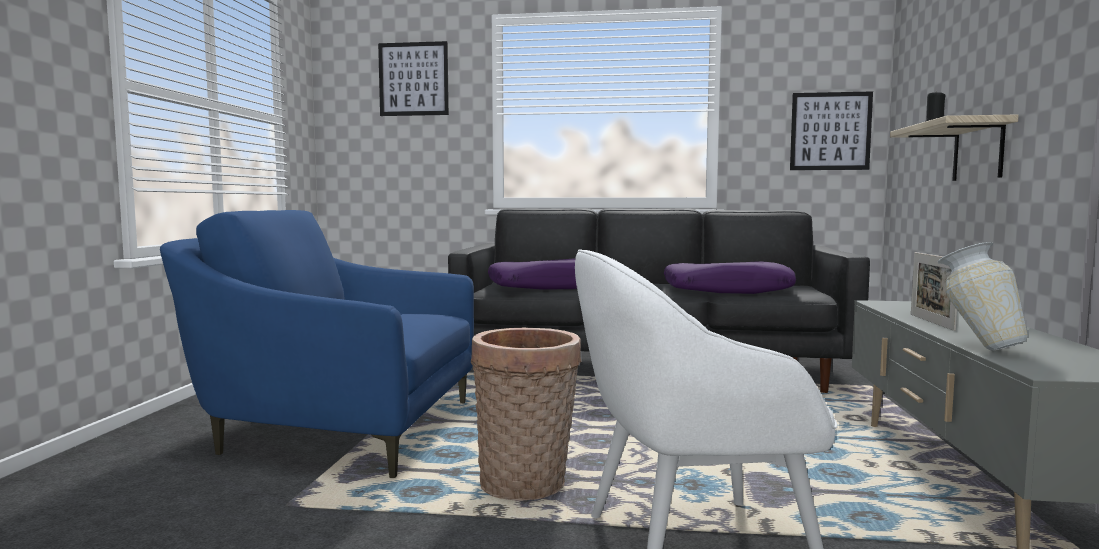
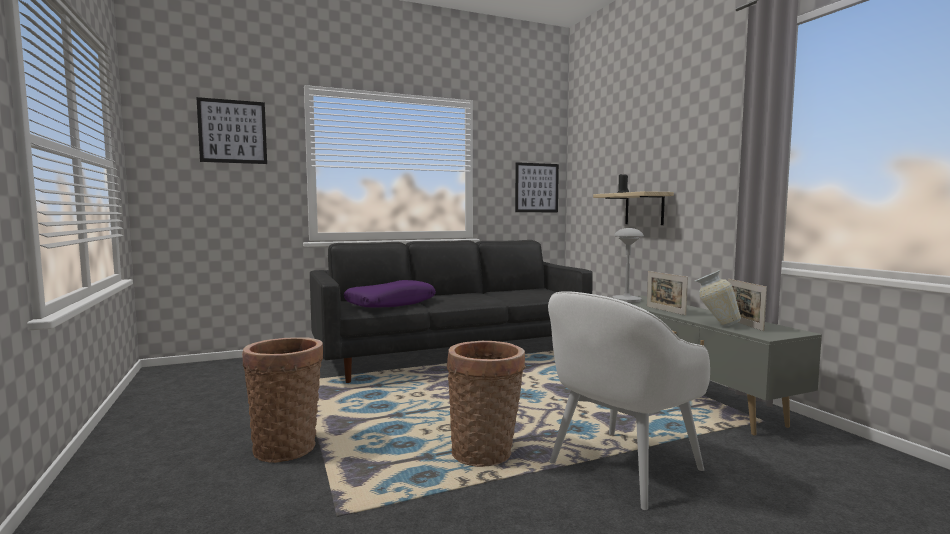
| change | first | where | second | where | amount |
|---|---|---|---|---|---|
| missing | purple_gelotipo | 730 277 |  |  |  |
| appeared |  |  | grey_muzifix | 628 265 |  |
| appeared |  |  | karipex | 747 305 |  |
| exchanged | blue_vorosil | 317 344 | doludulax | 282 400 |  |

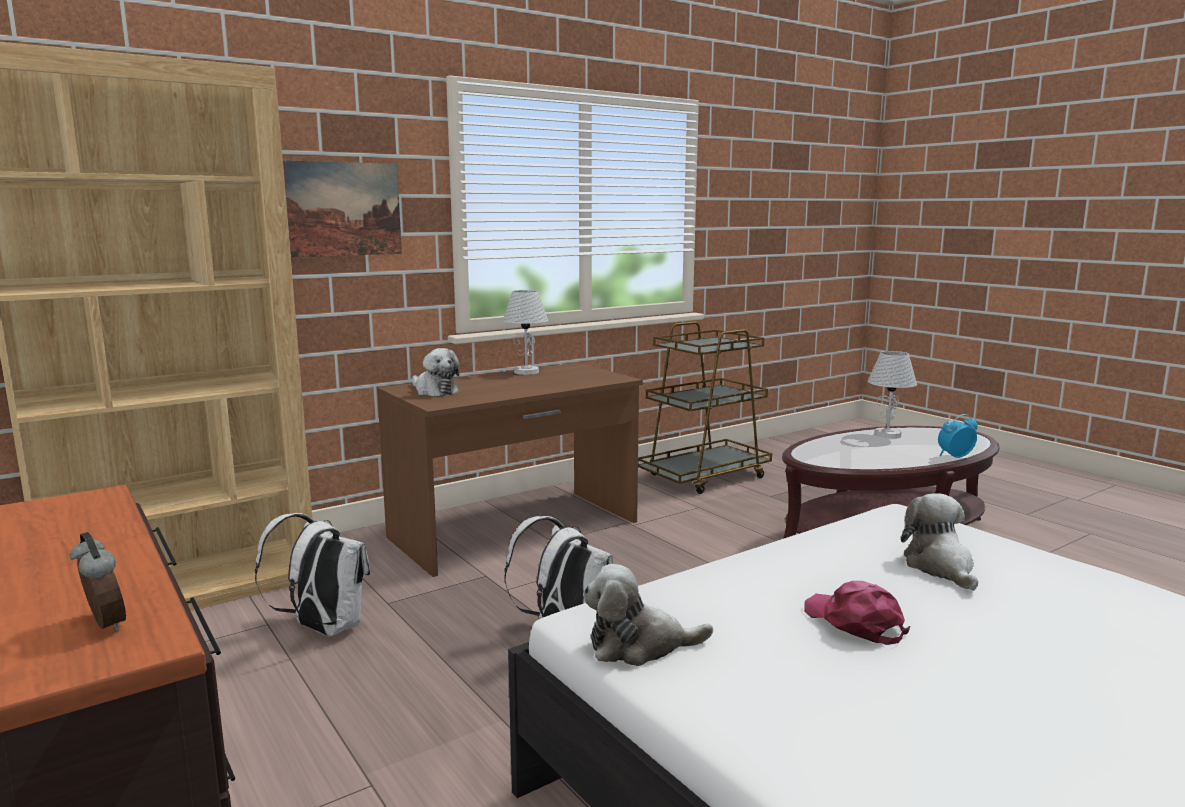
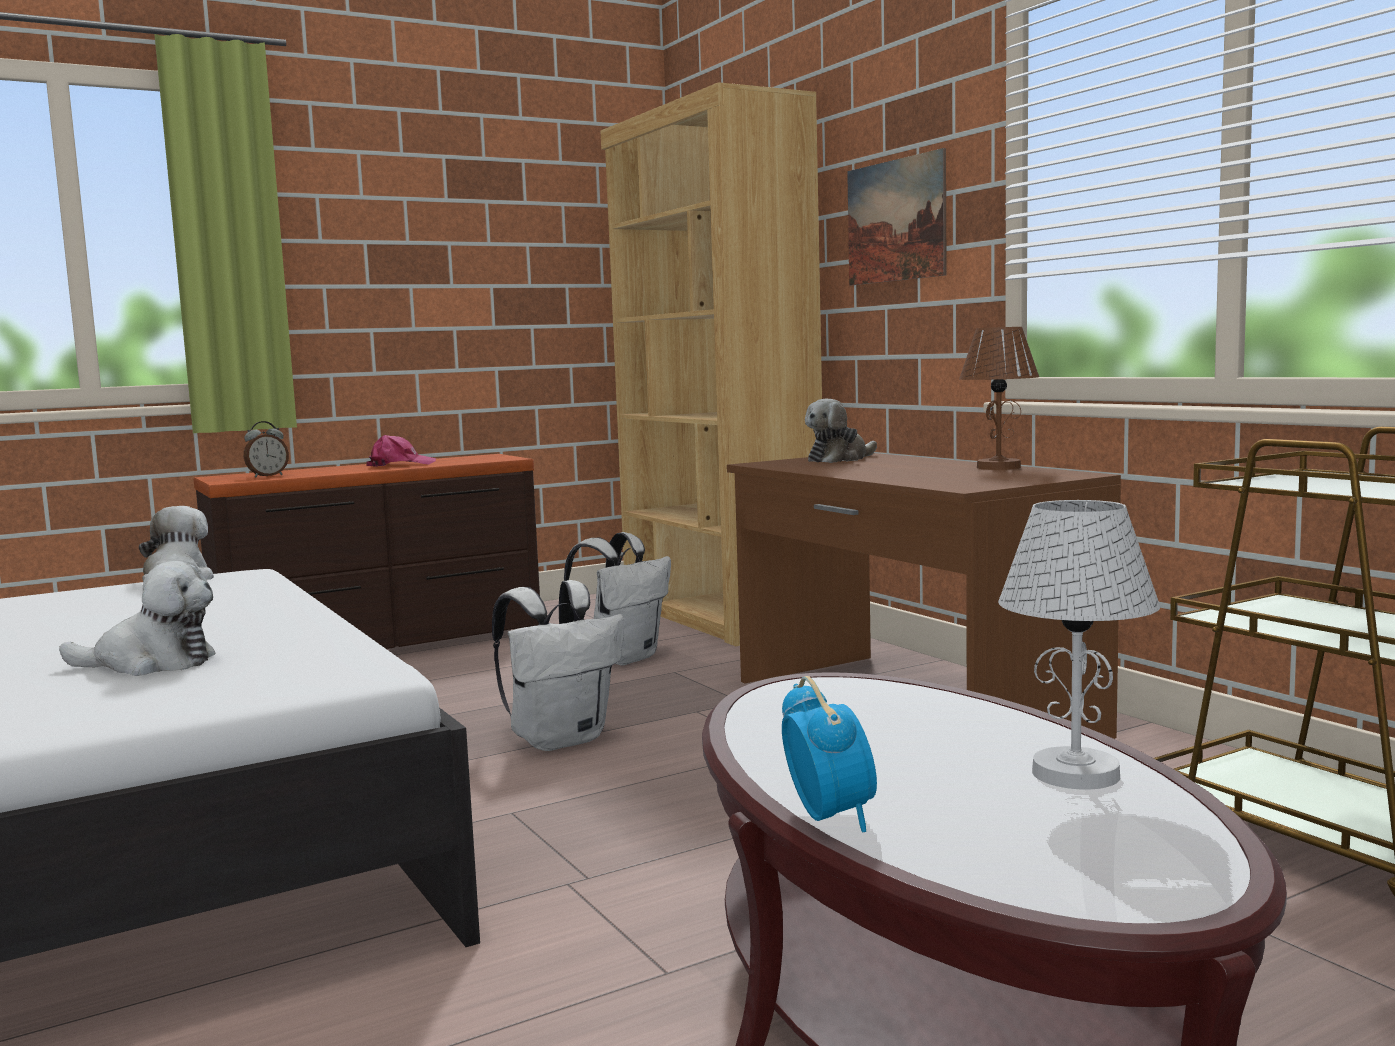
| change | first | where | second | where | amount |
|---|---|---|---|---|---|
| relocated | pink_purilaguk | 857 613 |  | 401 450 |  |
| colour | white_muzifix | 525 332 | brown_muzifix | 999 398 |  |

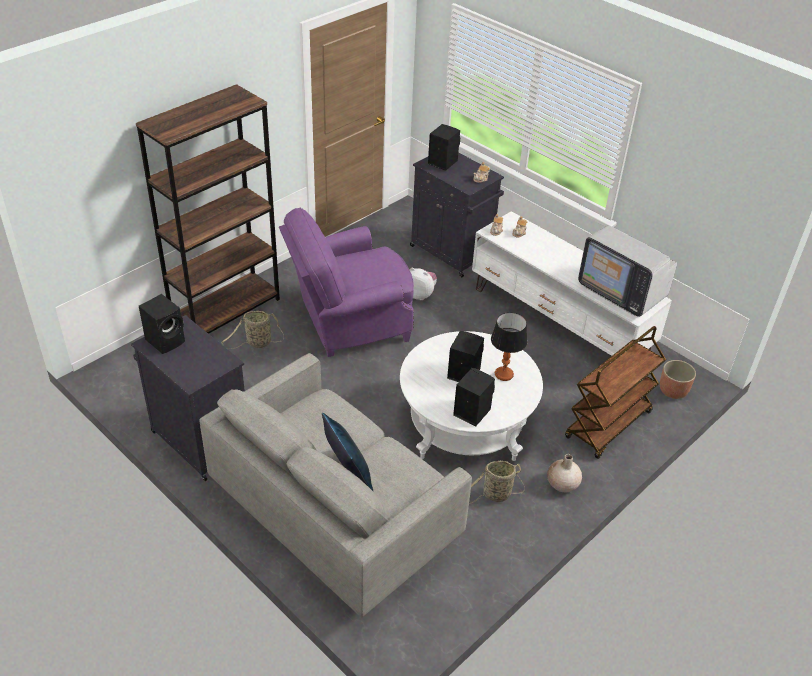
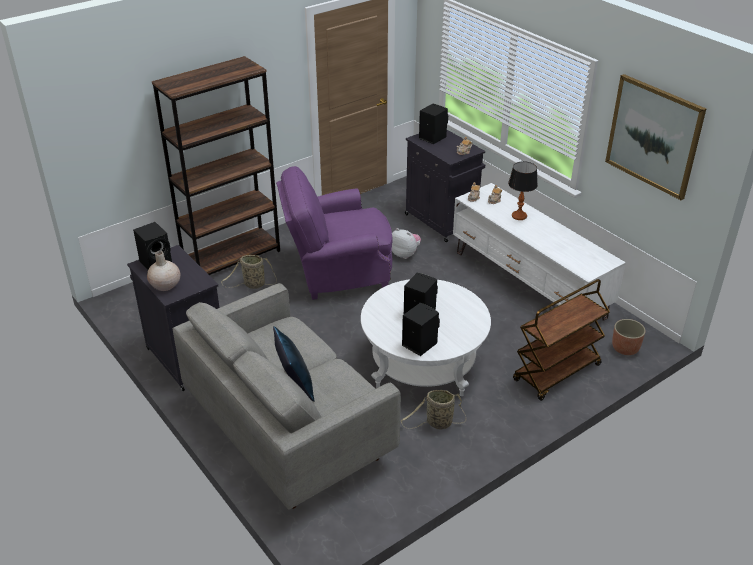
| change | first | where | second | where | amount |
|---|---|---|---|---|---|
| missing | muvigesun | 627 271 |  |  |  |
| appeared |  |  | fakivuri | 655 137 |  |
| relocated | muzifix | 509 346 |  | 523 190 |  |
| relocated | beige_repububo | 564 473 |  | 163 271 |  |

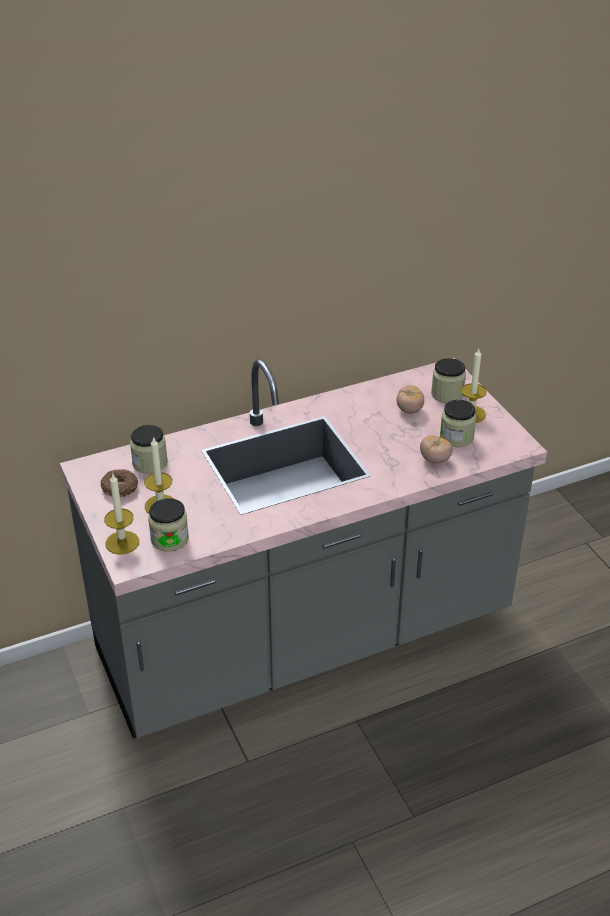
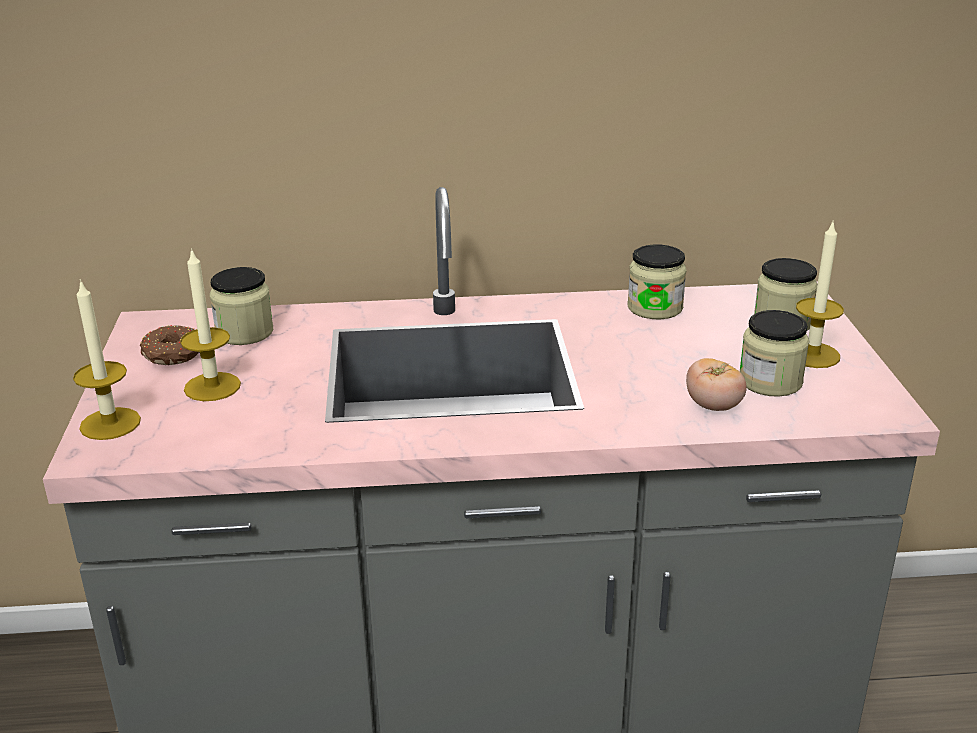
| change | first | where | second | where | amount |
|---|---|---|---|---|---|
| missing | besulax | 410 399 |  |  |  |
| relocated | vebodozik | 168 525 |  | 656 282 |  |

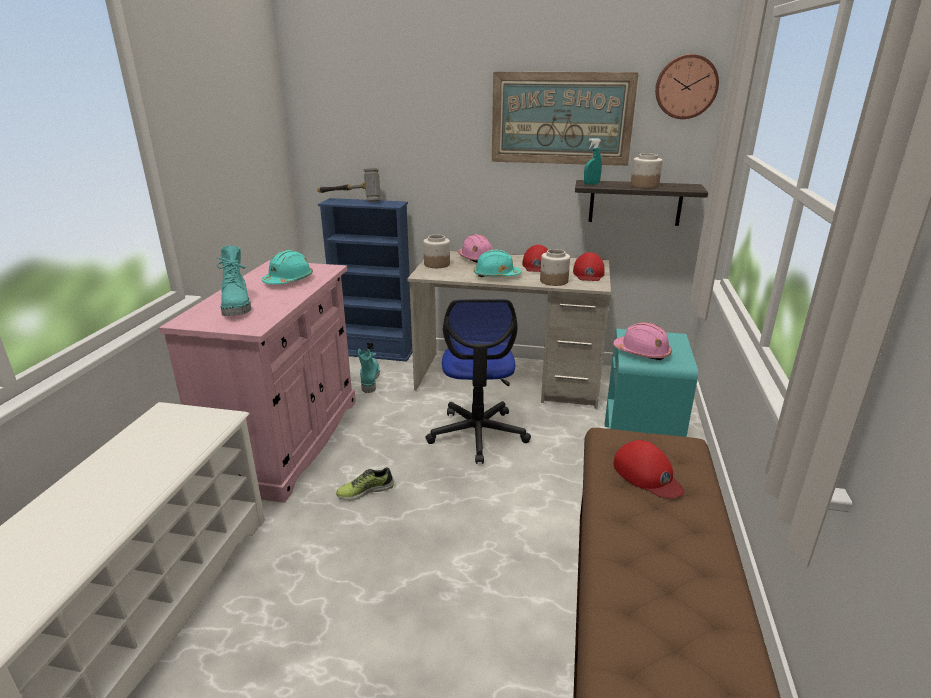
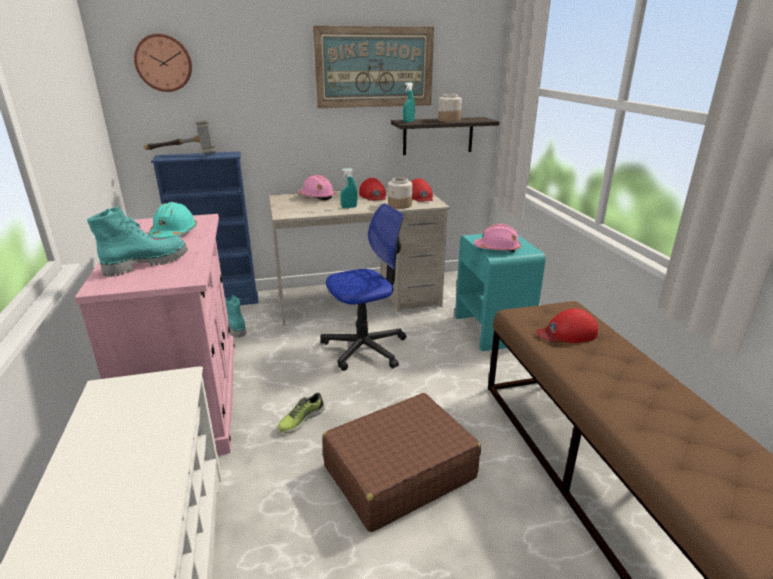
| change | first | where | second | where | amount |
|---|---|---|---|---|---|
| missing | vebodozik | 436 251 |  |  |  |
| appeared |  |  | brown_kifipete | 401 462 |  |
| relocated | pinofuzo | 687 86 |  | 163 63 |  |
| exchanged | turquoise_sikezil | 498 263 | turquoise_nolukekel | 348 188 |  |
| spun | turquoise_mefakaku | 234 281 |  | 137 241 | 90 degrees counterclockwise |
| spun | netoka | 478 381 |  | 363 287 | 90 degrees counterclockwise |
| spun | red_purilaguk | 648 469 |  | 567 325 | 135 degrees clockwise |

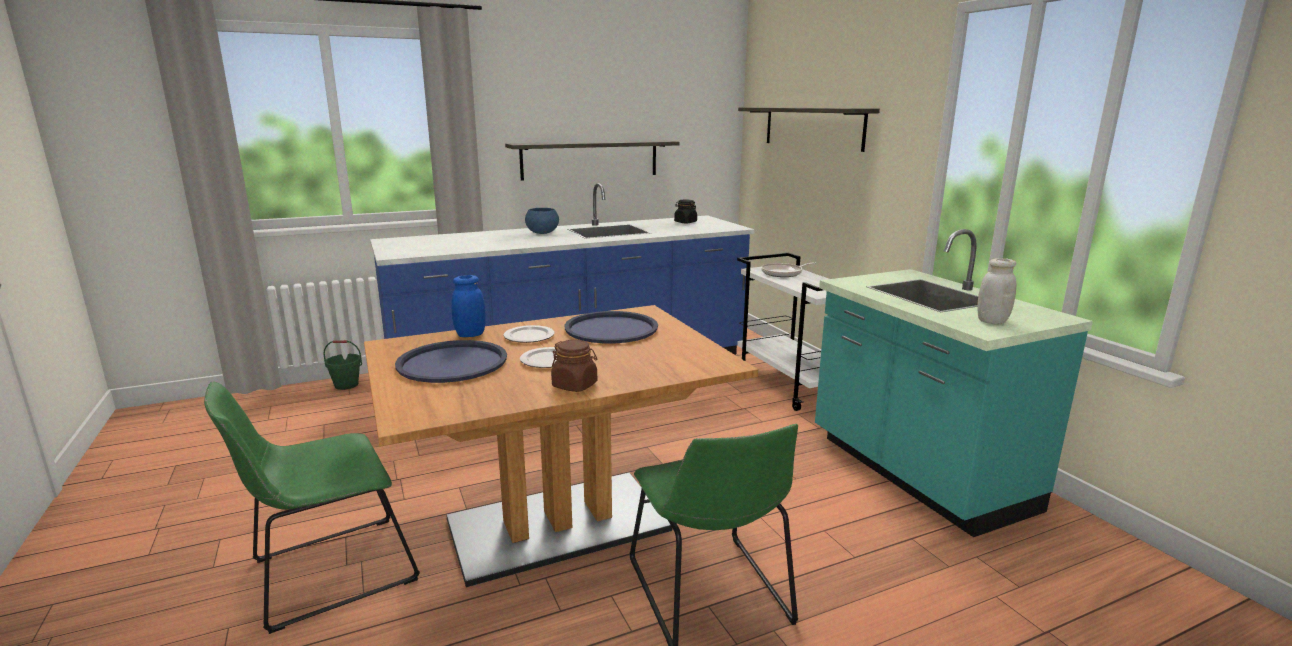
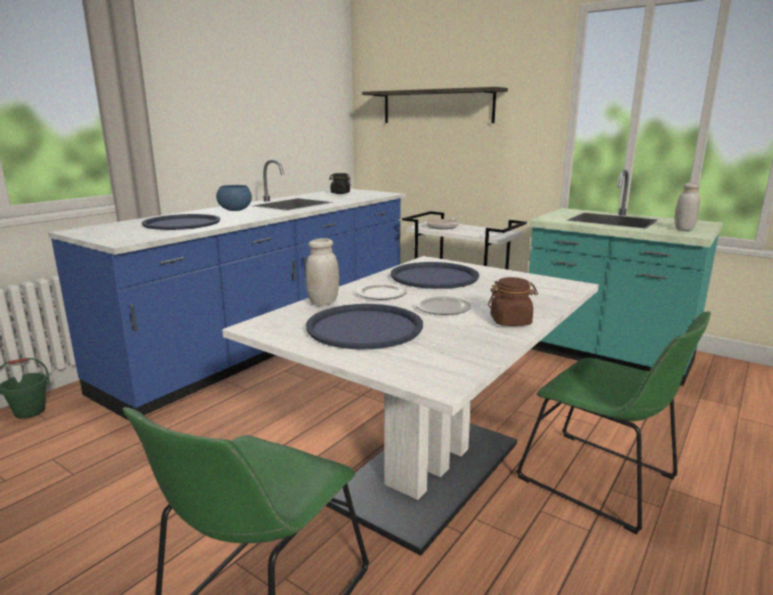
| change | first | where | second | where | amount |
|---|---|---|---|---|---|
| missing | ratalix | 592 160 |  |  |  |
| appeared |  |  | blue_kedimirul | 181 222 |  |
| colour | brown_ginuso | 561 446 | white_ginuso | 410 406 |  |
| colour | blue_vebodozik | 469 306 | white_vebodozik | 322 272 |  |

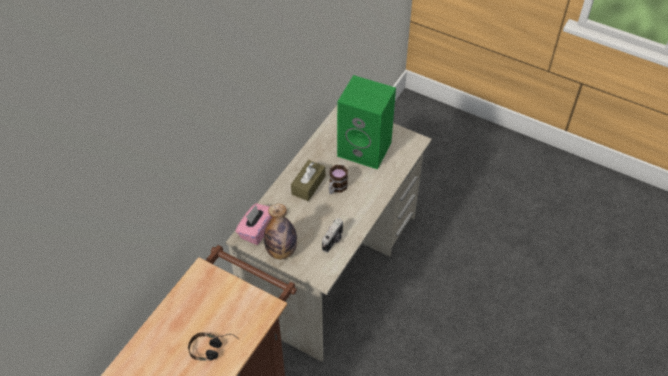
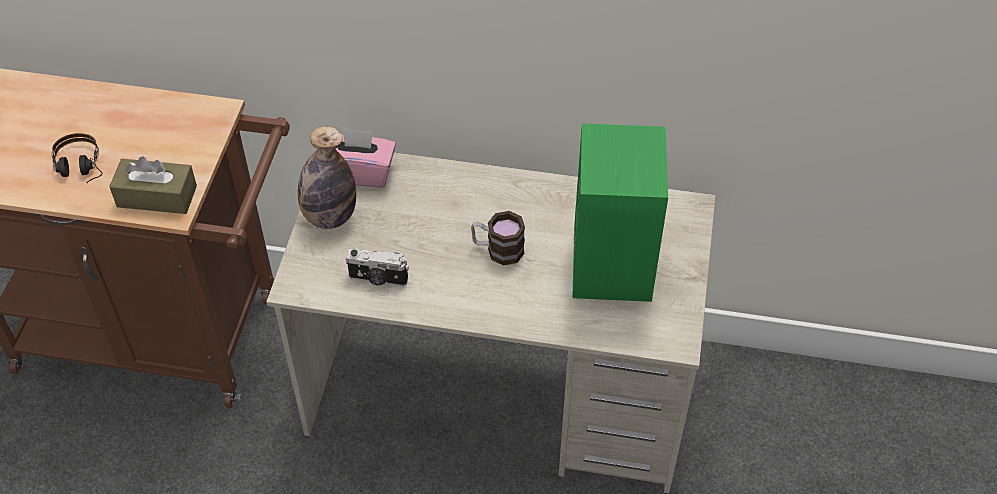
| change | first | where | second | where | amount |
|---|---|---|---|---|---|
| relocated | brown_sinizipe | 308 180 |  | 153 185 |  |

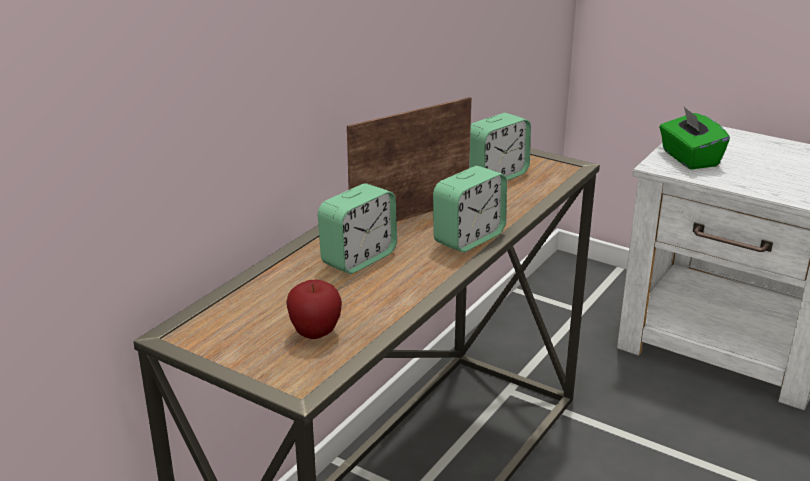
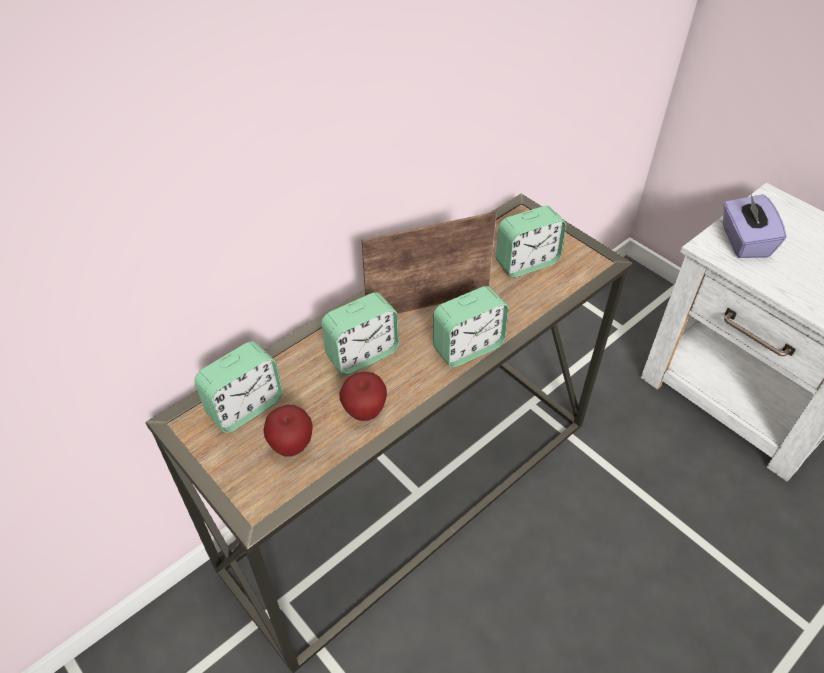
| change | first | where | second | where | amount |
|---|---|---|---|---|---|
| appeared |  |  | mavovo | 238 387 |  |
| appeared |  |  | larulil | 363 396 |  |
| colour | green_sinizipe | 694 138 | purple_sinizipe | 754 226 |  |

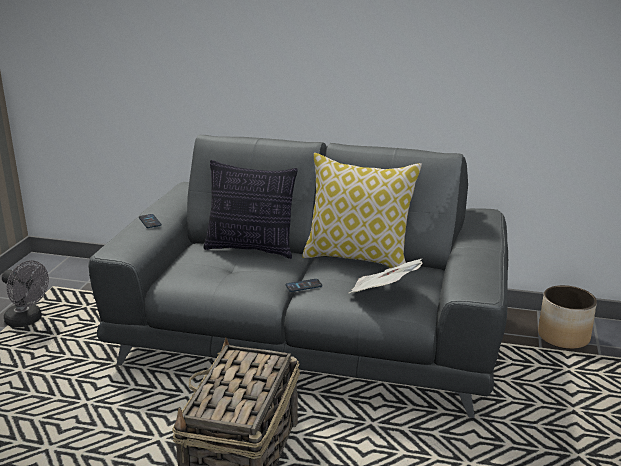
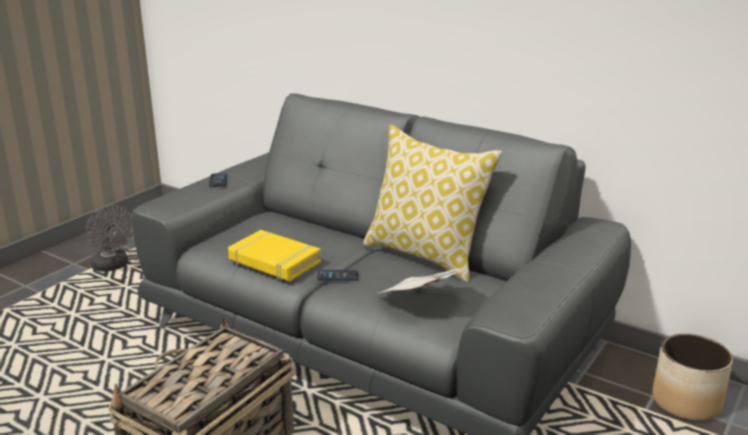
| change | first | where | second | where | amount |
|---|---|---|---|---|---|
| missing | gelotipo | 251 209 |  |  |  |
| appeared |  |  | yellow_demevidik | 274 255 |  |

